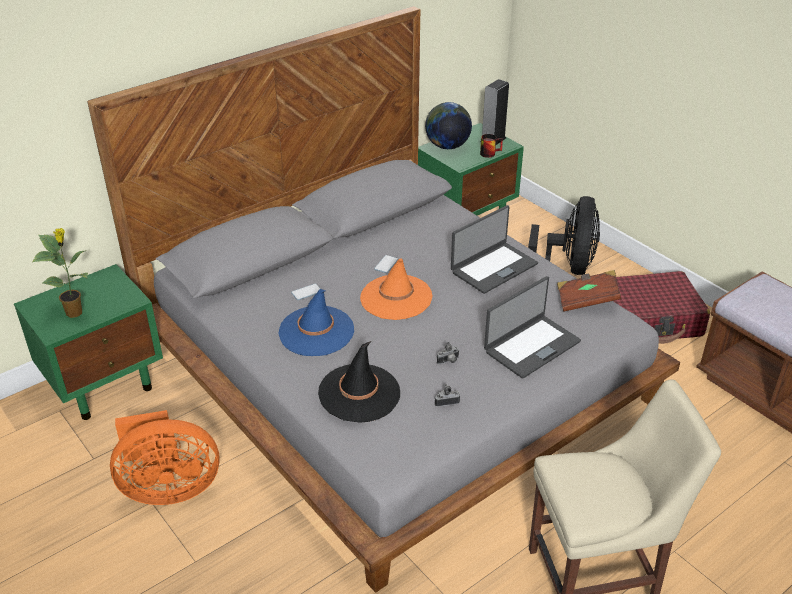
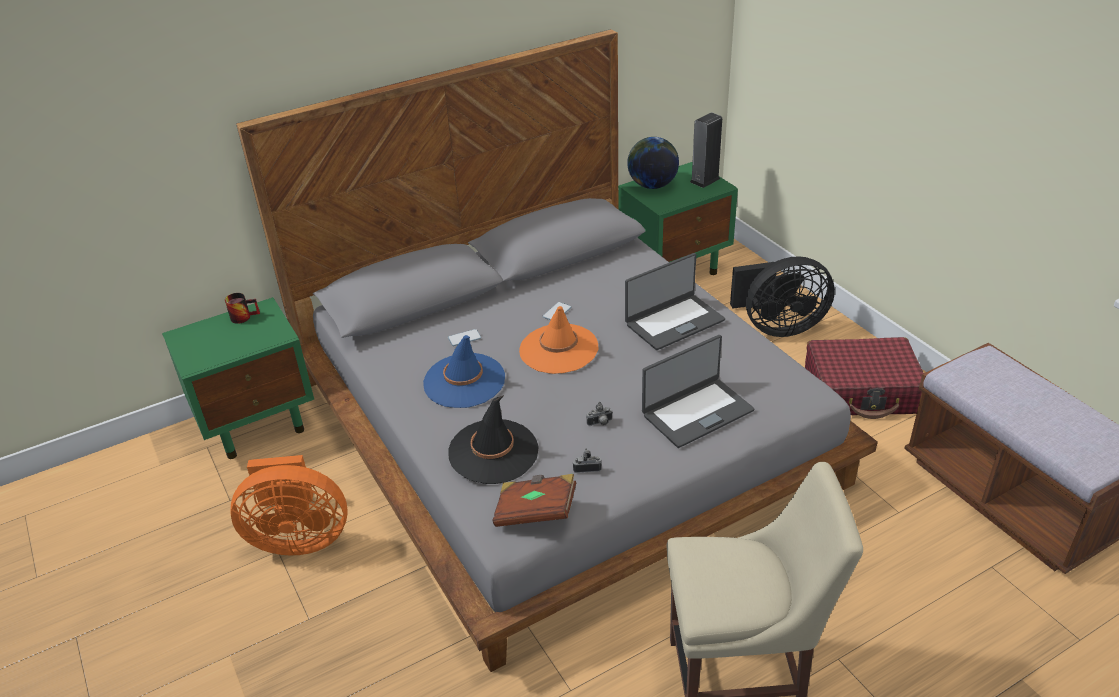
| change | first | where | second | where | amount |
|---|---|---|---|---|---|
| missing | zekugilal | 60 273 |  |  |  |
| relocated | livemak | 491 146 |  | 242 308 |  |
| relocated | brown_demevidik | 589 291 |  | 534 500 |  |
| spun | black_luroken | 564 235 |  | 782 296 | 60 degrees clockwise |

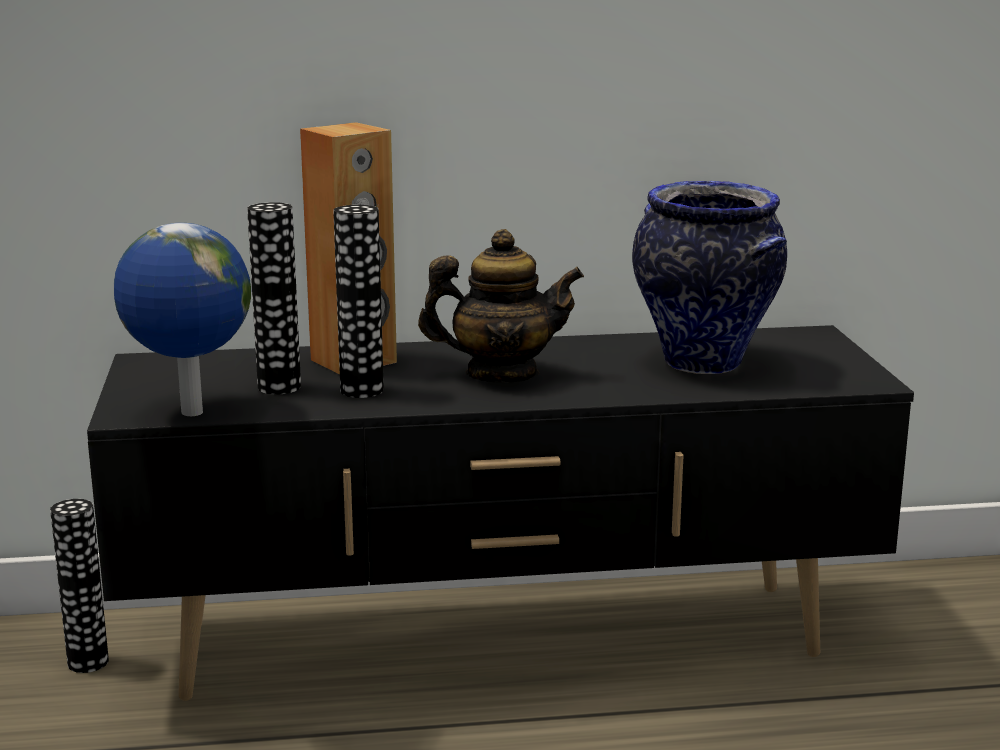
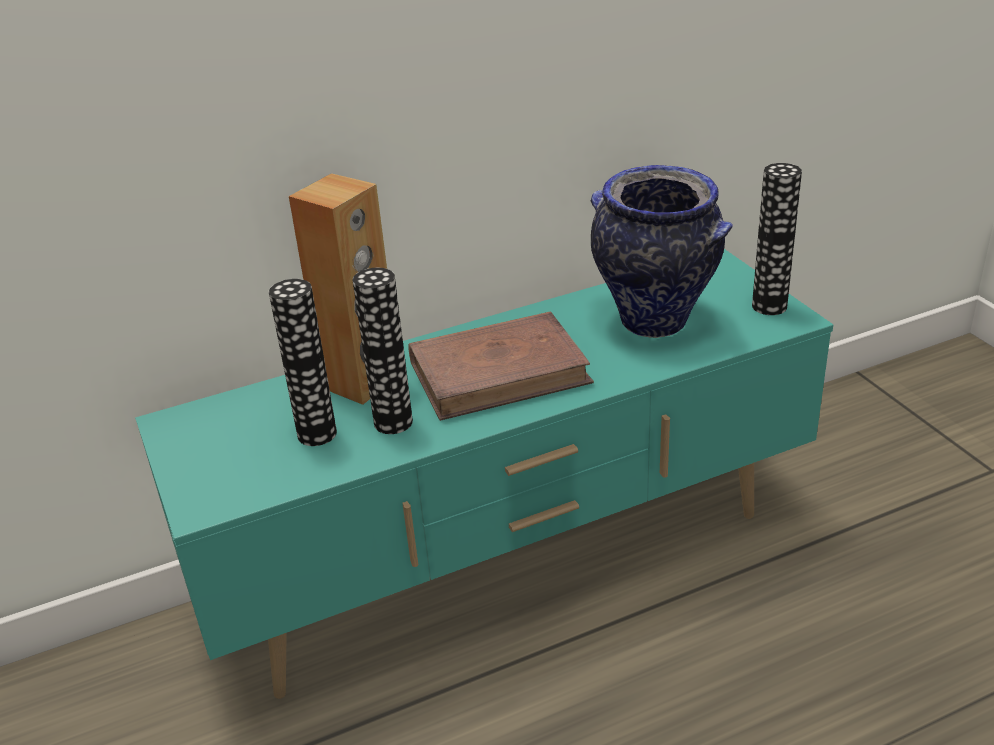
| change | first | where | second | where | amount |
|---|---|---|---|---|---|
| missing | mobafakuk | 182 319 |  |  |  |
| relocated | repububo | 79 586 |  | 777 239 |  |
| exchanged | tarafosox | 501 306 | brown_demevidik | 501 366 |  |
| colour | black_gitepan | 500 513 | turquoise_gitepan | 484 474 |  |

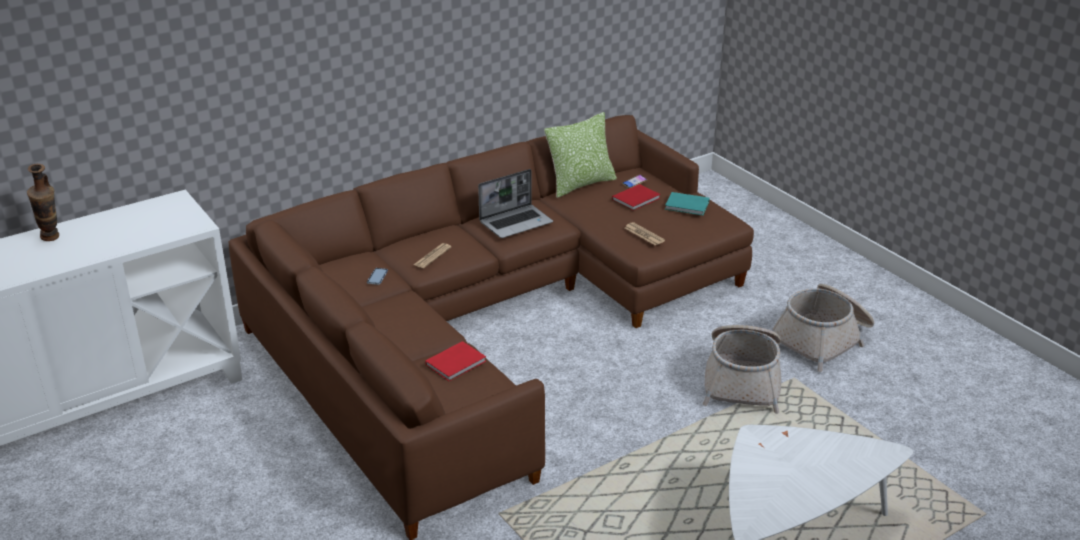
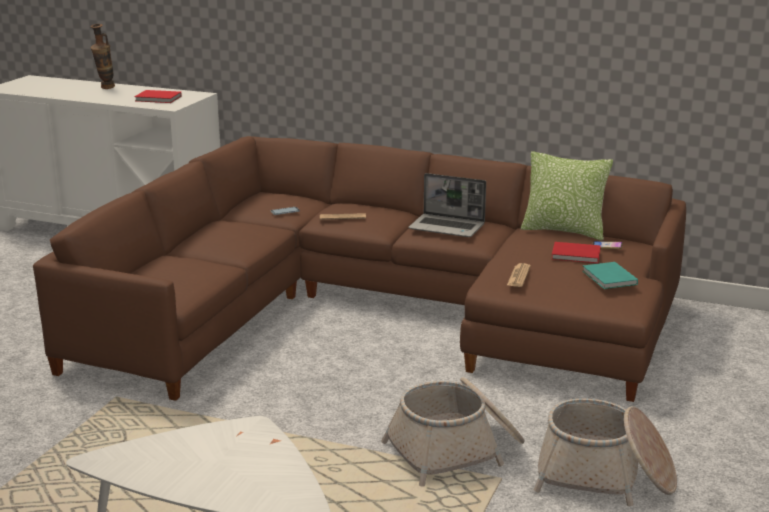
| change | first | where | second | where | amount |
|---|---|---|---|---|---|
| relocated | red_demevidik | 455 361 |  | 158 96 |  |

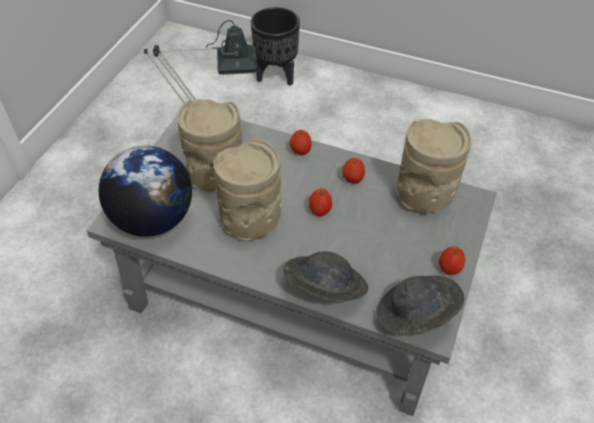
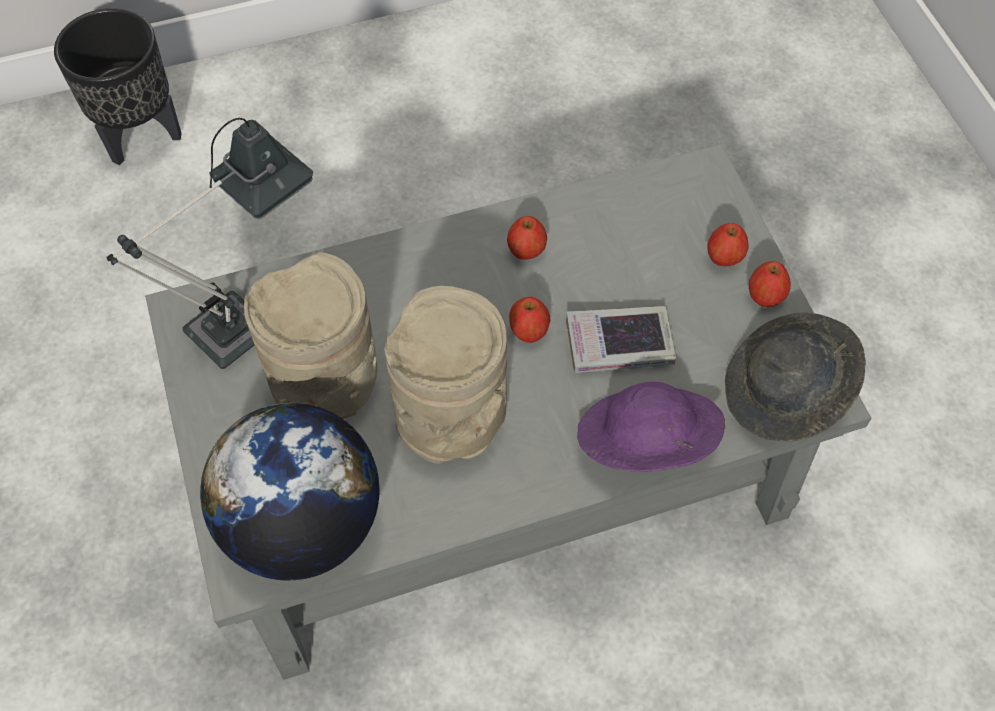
| change | first | where | second | where | amount |
|---|---|---|---|---|---|
| missing | beige_repububo | 433 166 |  |  |  |
| appeared |  |  | demevidik | 621 339 |  |
| relocated | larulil | 301 142 |  | 728 244 |  |
| colour | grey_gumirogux | 325 276 | purple_gumirogux | 651 427 |  |

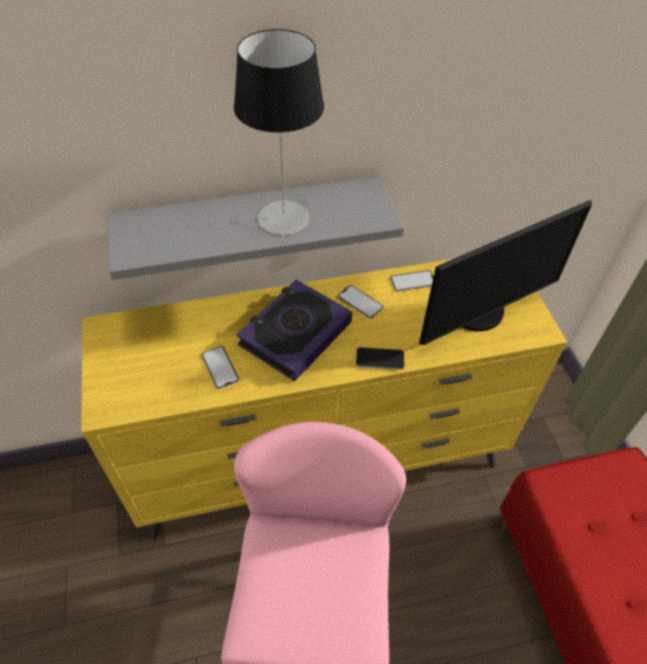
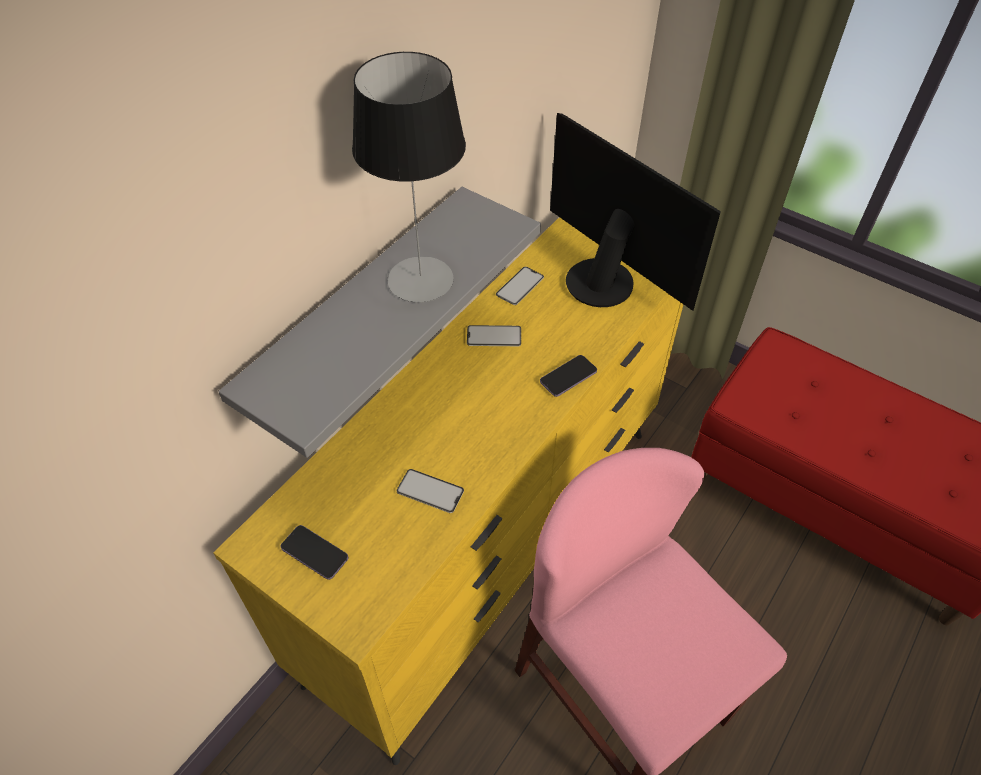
| change | first | where | second | where | amount |
|---|---|---|---|---|---|
| missing | demevidik | 294 330 |  |  |  |
| appeared |  |  | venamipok | 314 552 |  |
| spun | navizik | 505 272 |  | 635 212 | 60 degrees counterclockwise |

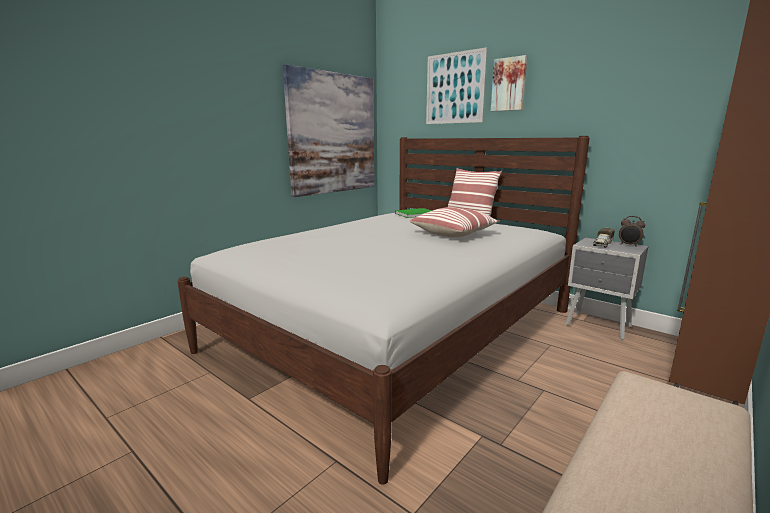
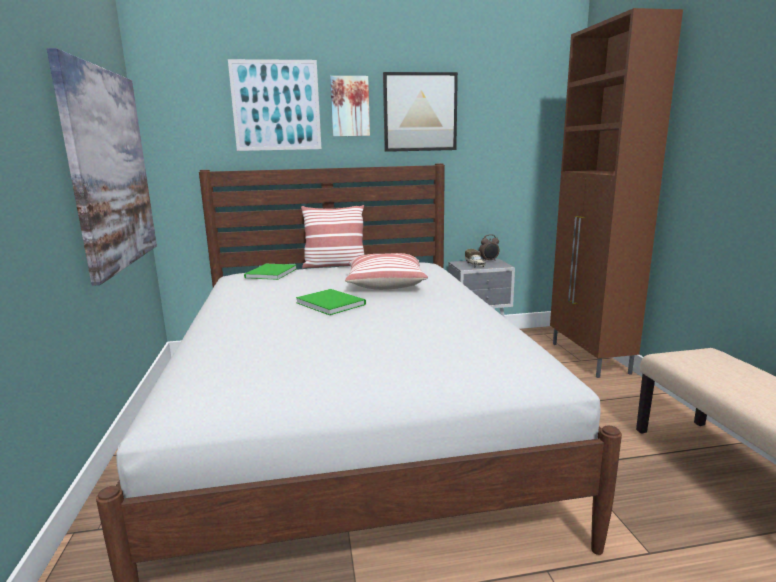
| change | first | where | second | where | amount |
|---|---|---|---|---|---|
| appeared |  |  | green_demevidik | 331 302 |  |
| appeared |  |  | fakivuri | 420 112 |  |

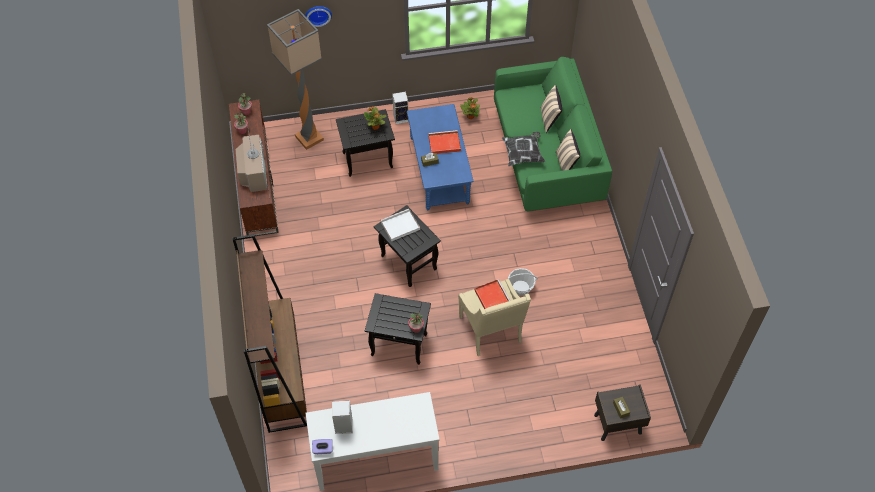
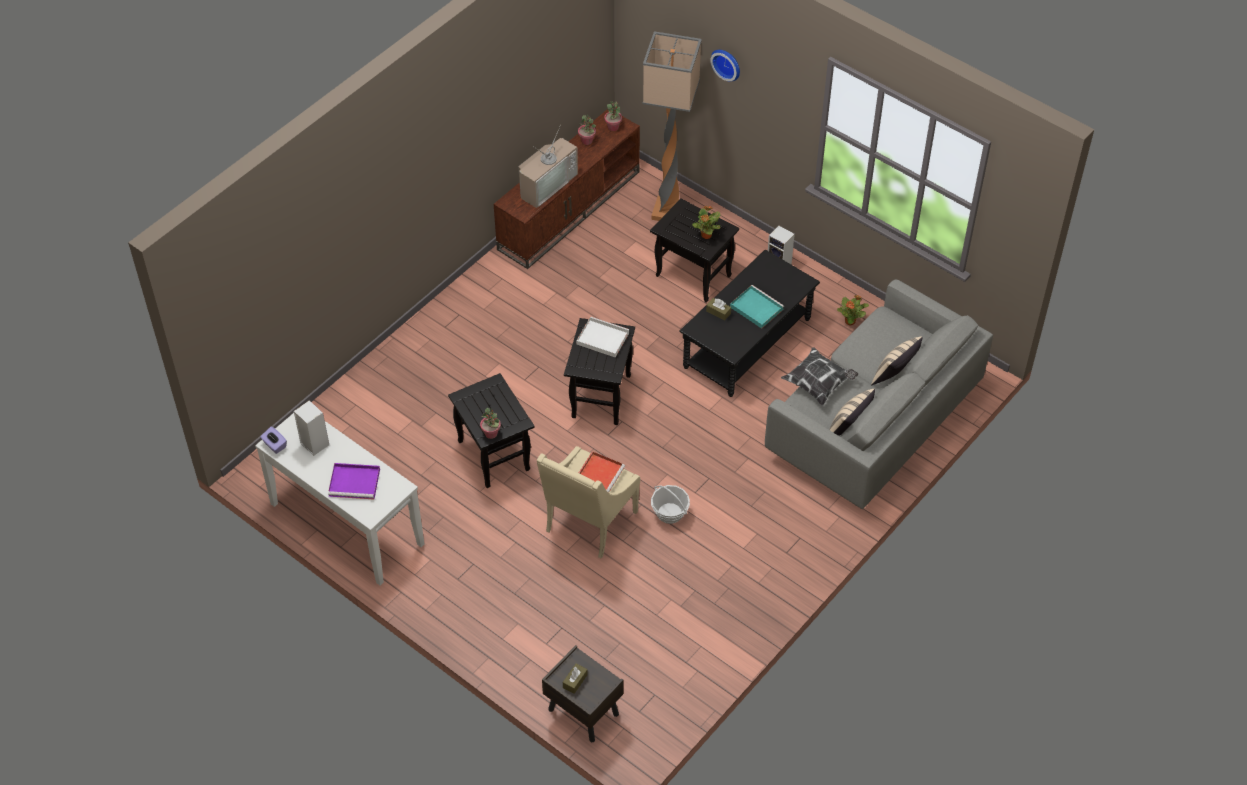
| change | first | where | second | where | amount |
|---|---|---|---|---|---|
| missing | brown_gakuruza | 269 333 |  |  |  |
| appeared |  |  | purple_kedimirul | 354 481 |  |
| colour | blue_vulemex | 440 157 | black_vulemex | 749 323 |  |
| colour | red_kedimirul | 444 142 | turquoise_kedimirul | 757 306 |  |
| colour | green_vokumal | 553 134 | grey_vokumal | 879 394 |  |

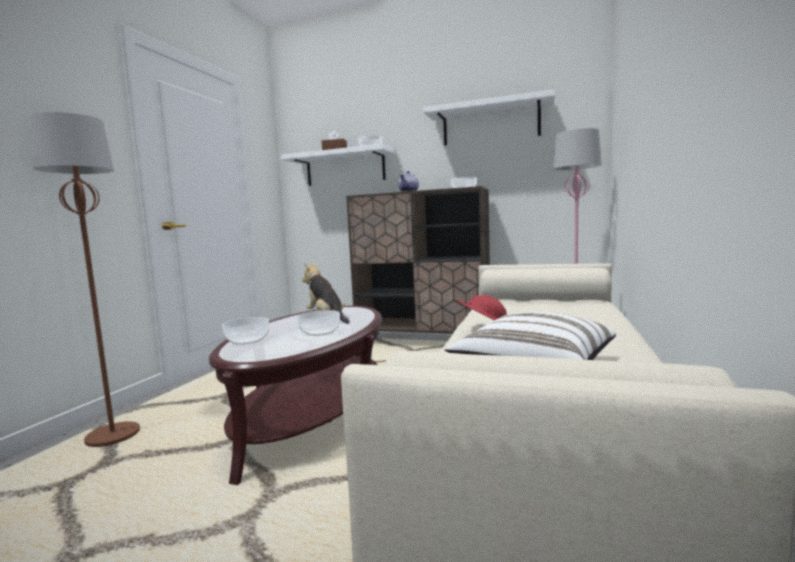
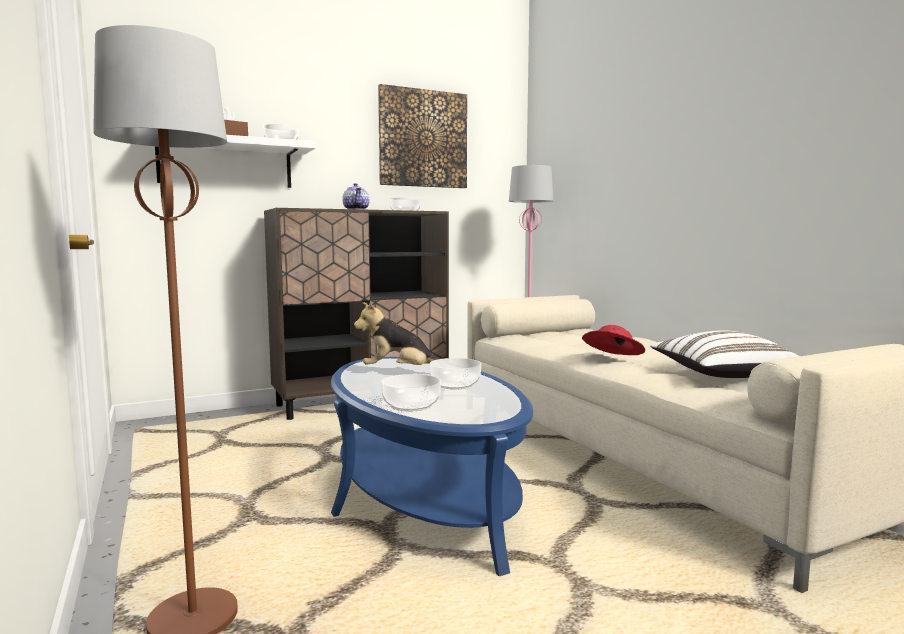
| change | first | where | second | where | amount |
|---|---|---|---|---|---|
| exchanged | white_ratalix | 489 118 | fakivuri | 422 136 |  |
| colour | brown_vulemex | 295 395 | blue_vulemex | 432 466 |  |

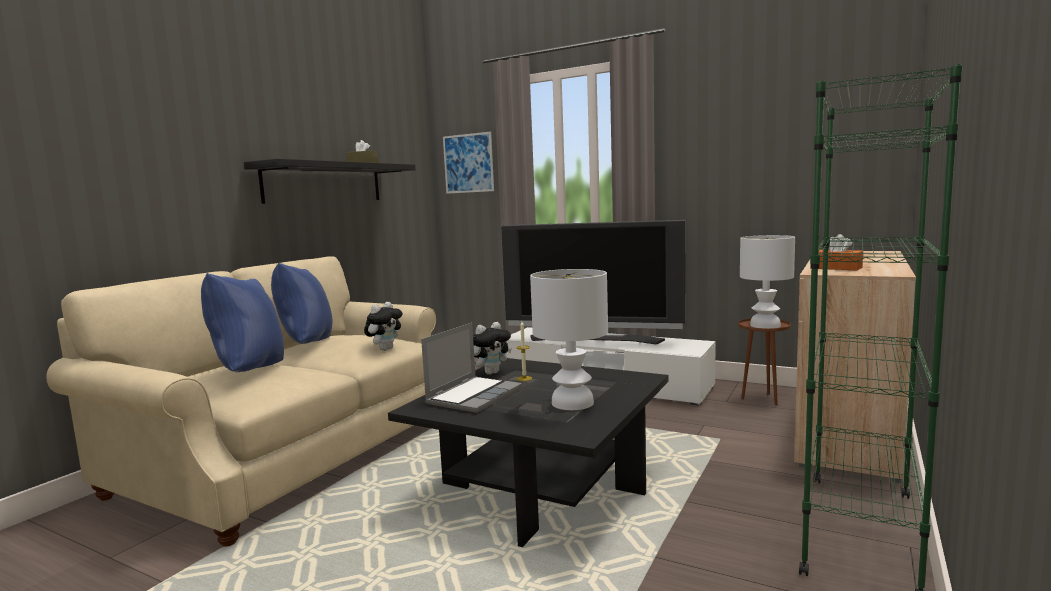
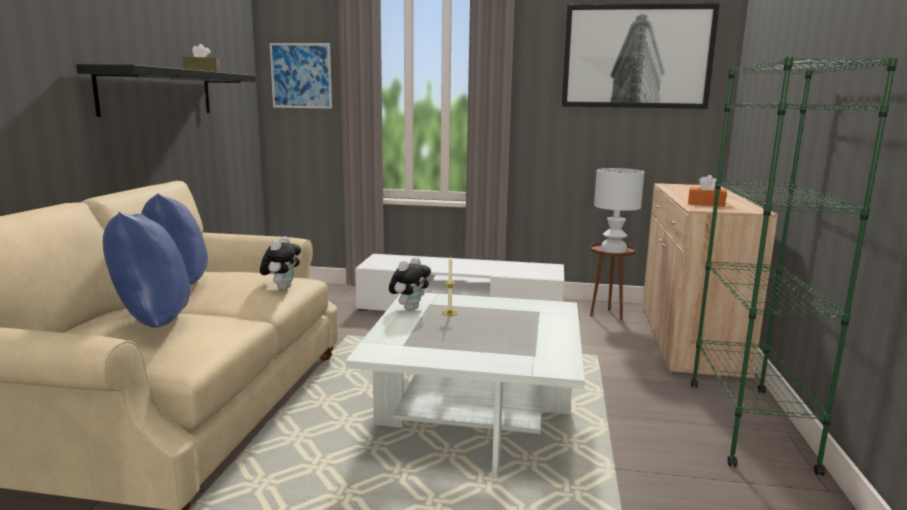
| change | first | where | second | where | amount |
|---|---|---|---|---|---|
| missing | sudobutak | 471 367 |  |  |  |
| missing | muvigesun | 593 282 |  |  |  |
| missing | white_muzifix | 569 339 |  |  |  |
| appeared |  |  | fakivuri | 641 56 |  |
| colour | black_vulemex | 528 452 | white_vulemex | 465 385 |  |

